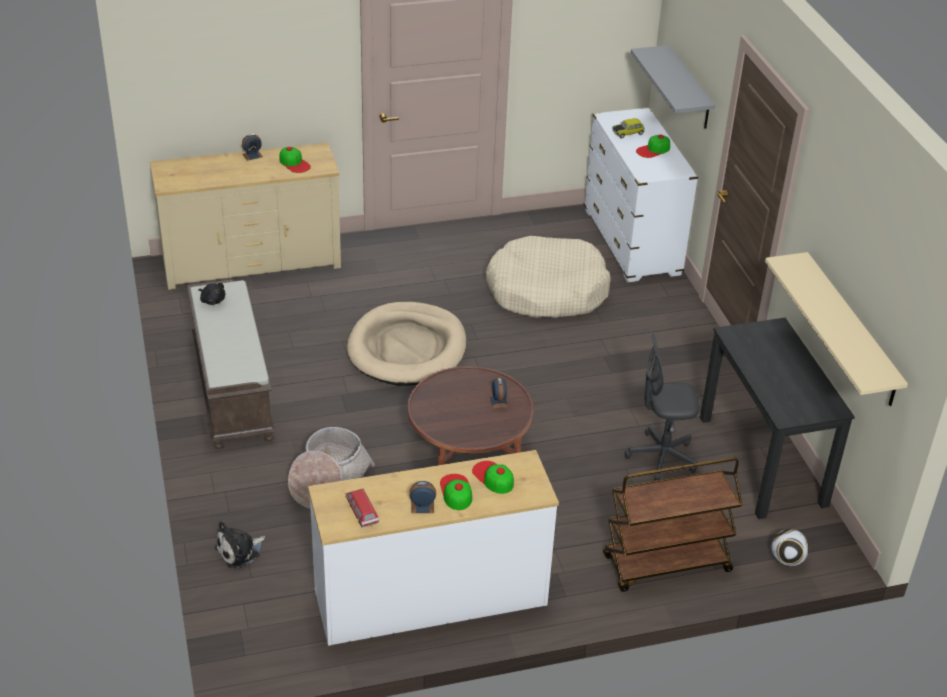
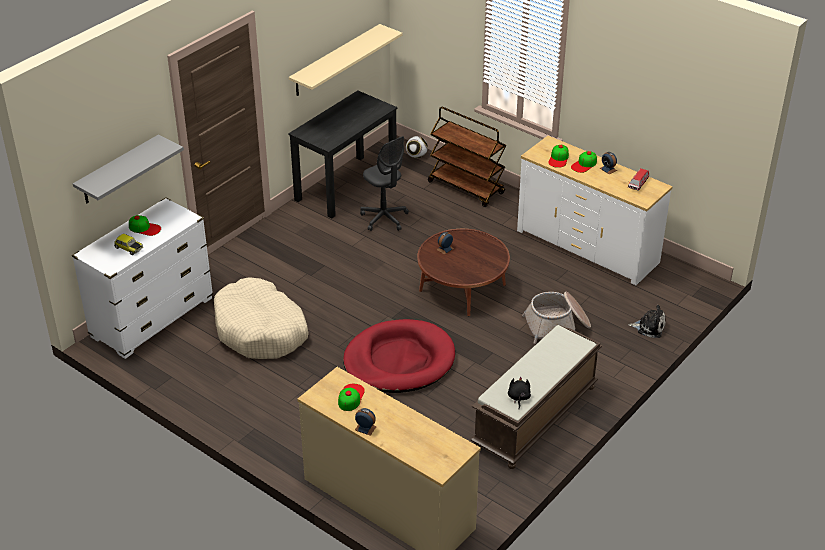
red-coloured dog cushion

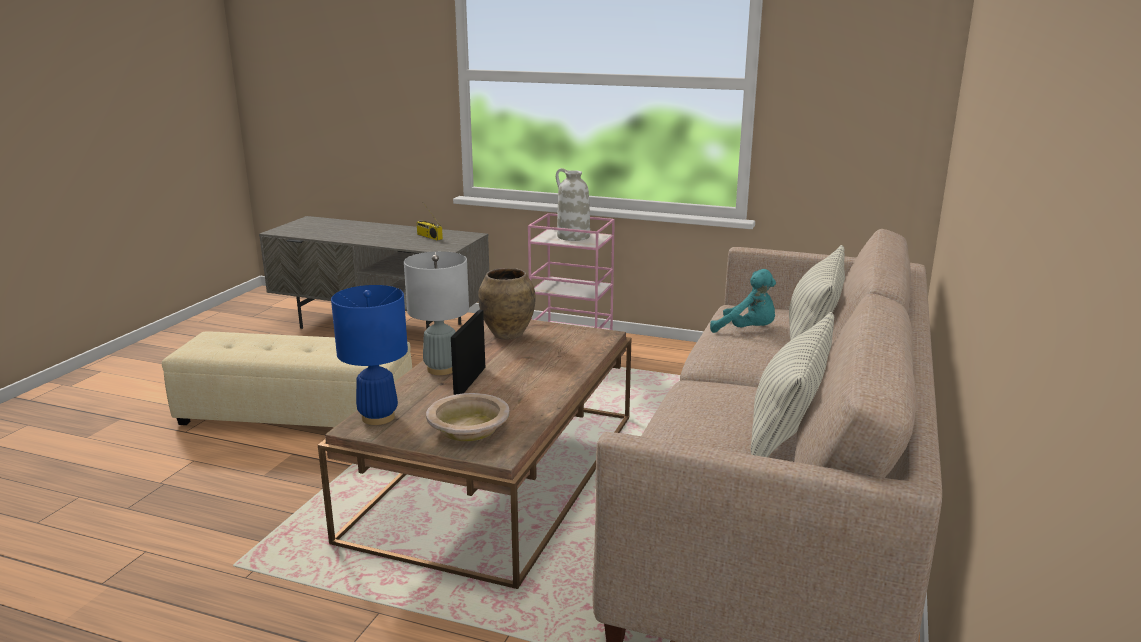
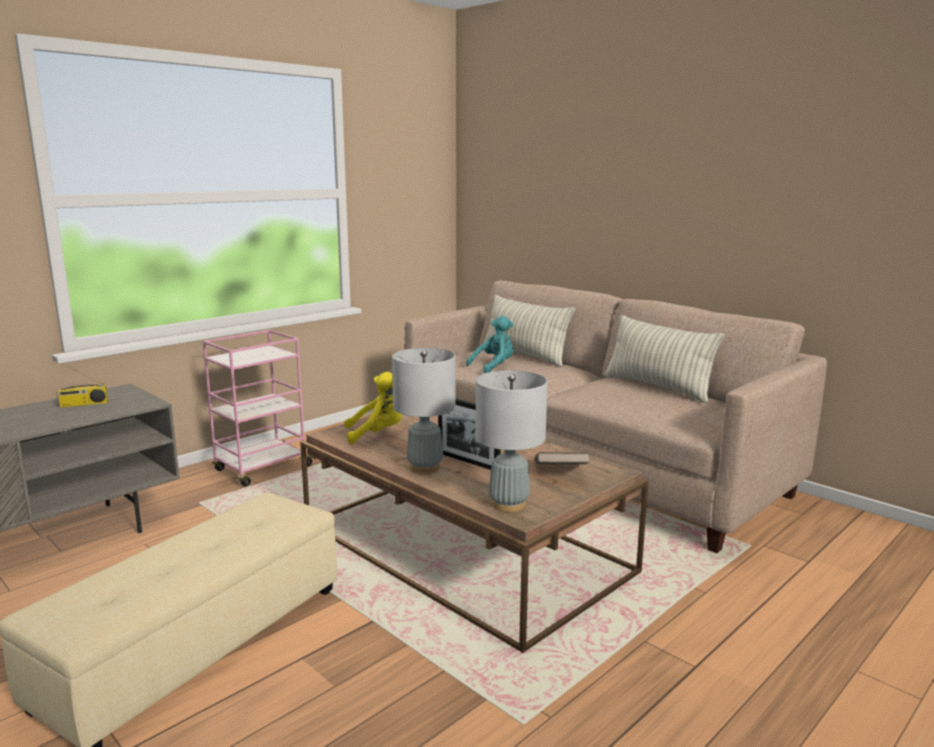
whitish decorative vase
yellow soft toy
greyish table lamp (2nd from left)
brown-coloured book

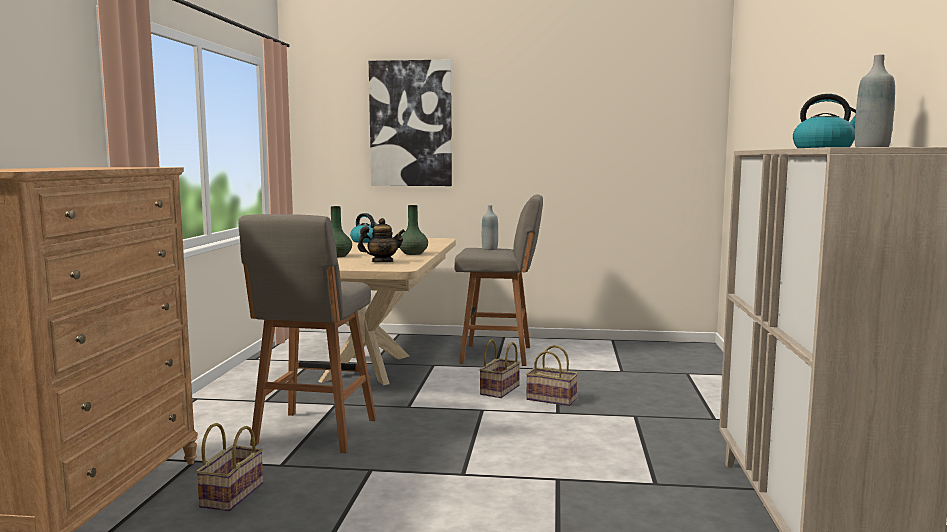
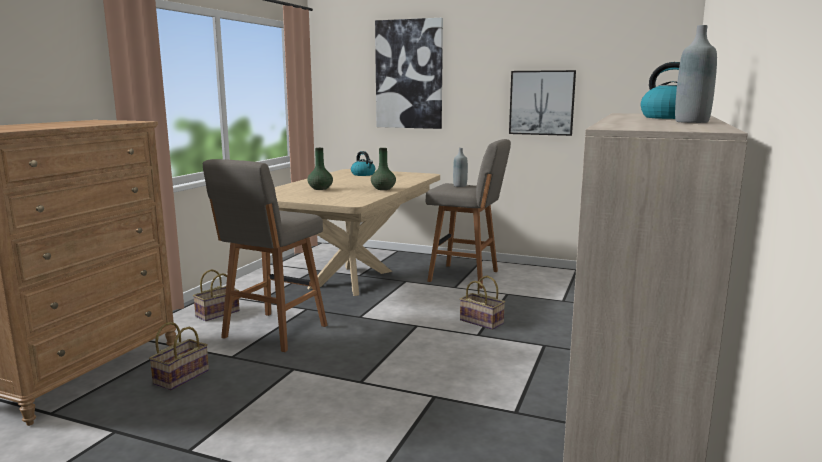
teapot
storage basket (2nd from left)
wall art (2nd from left)

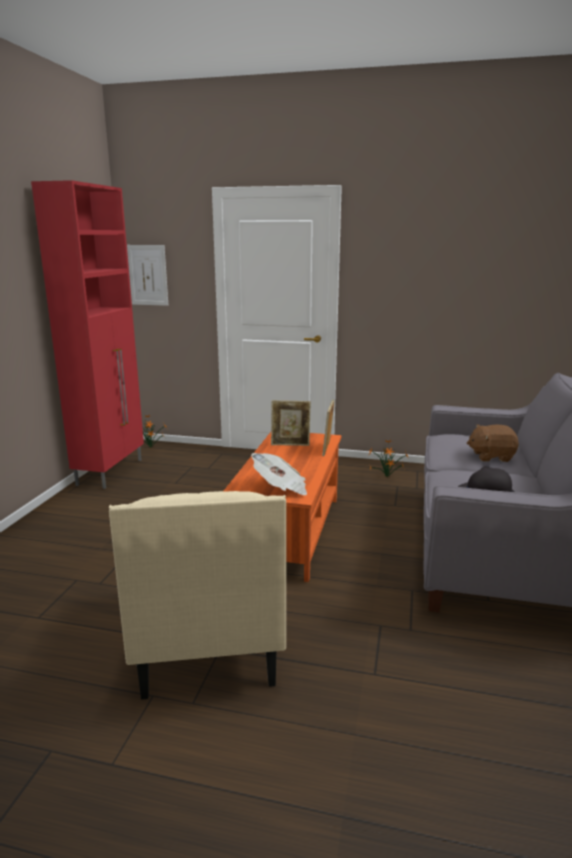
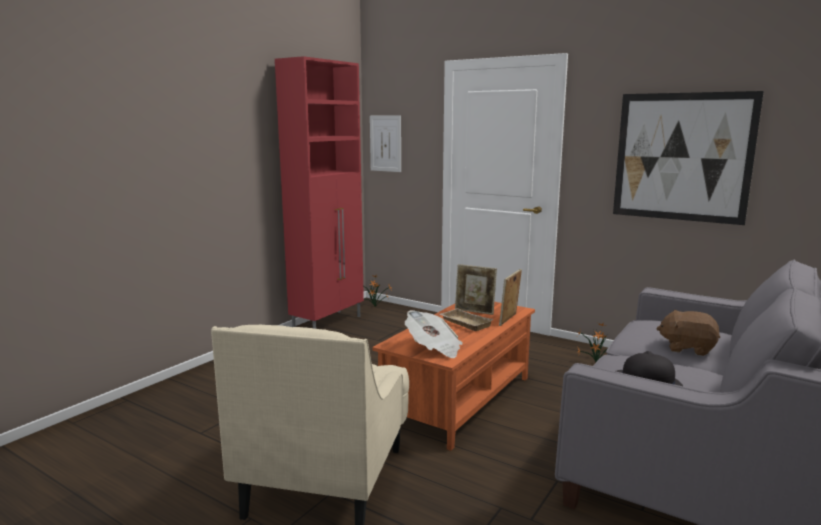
wall art (2nd from left)
beige carrying tray

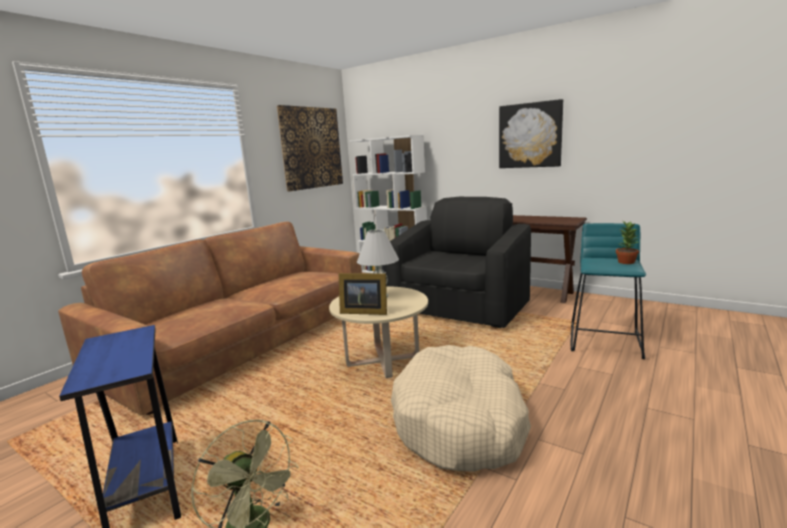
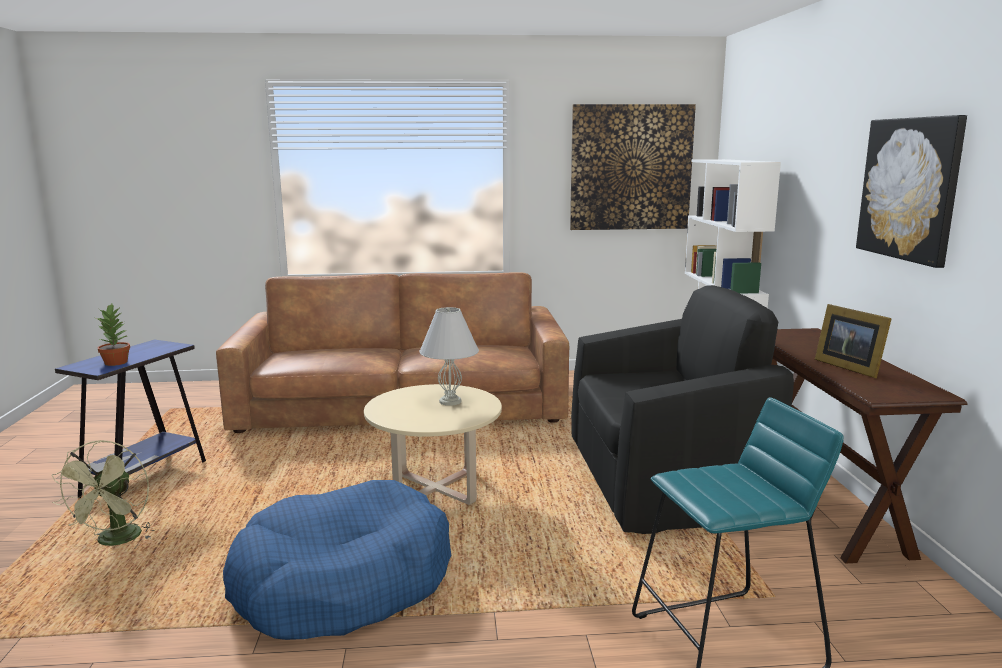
plant in a pot
standing frame
blue-coloured dog cushion

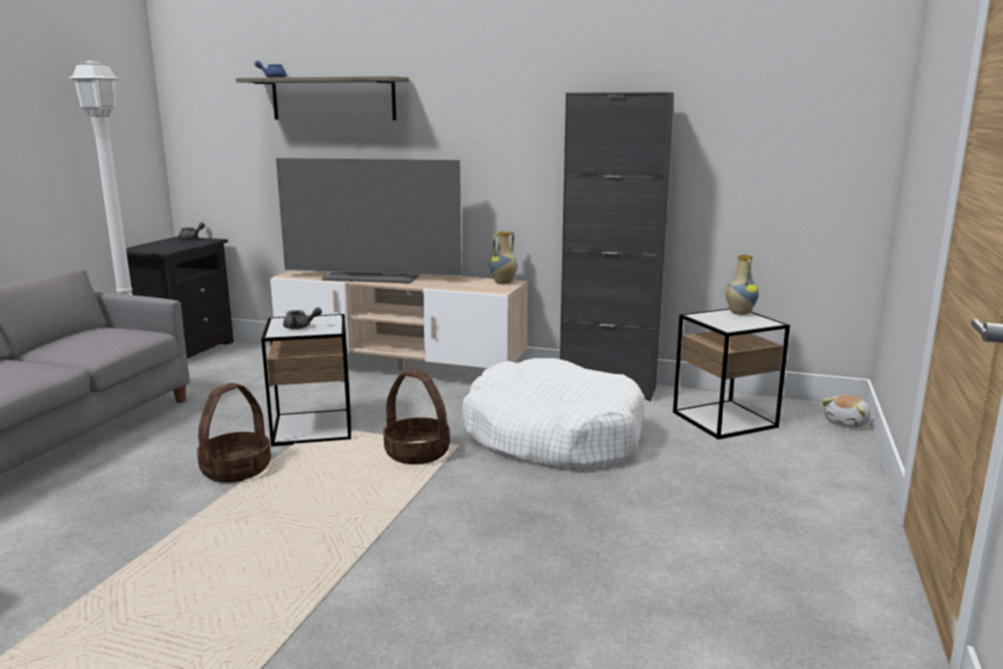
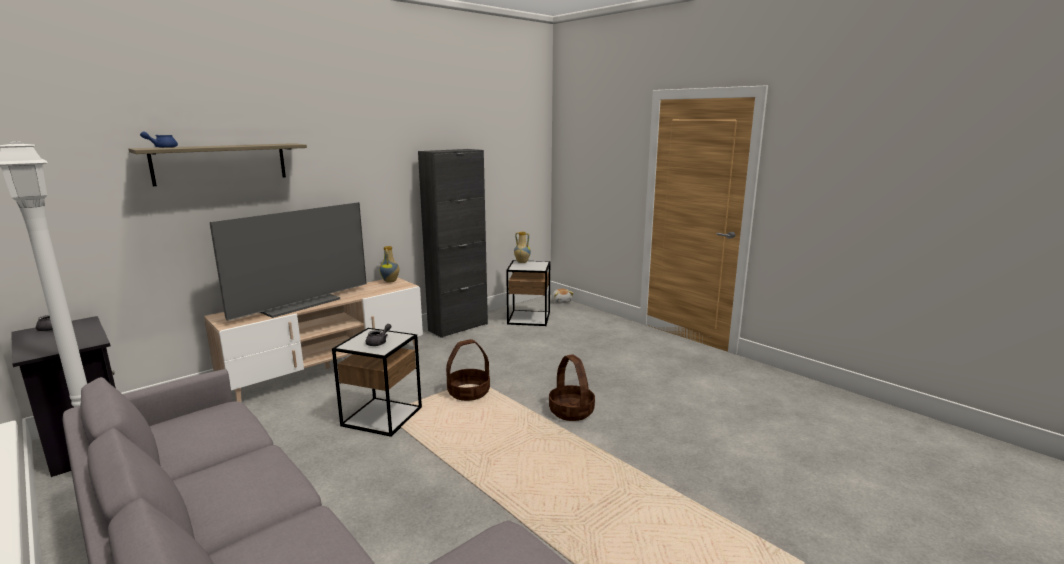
whitish dog cushion
storage basket (2nd from left)

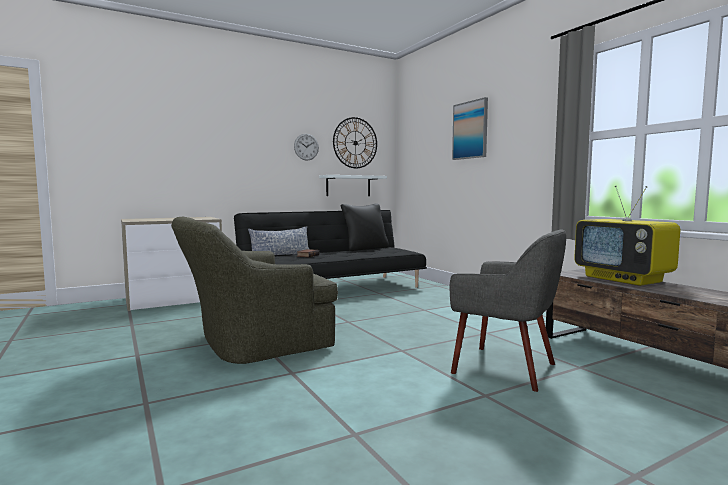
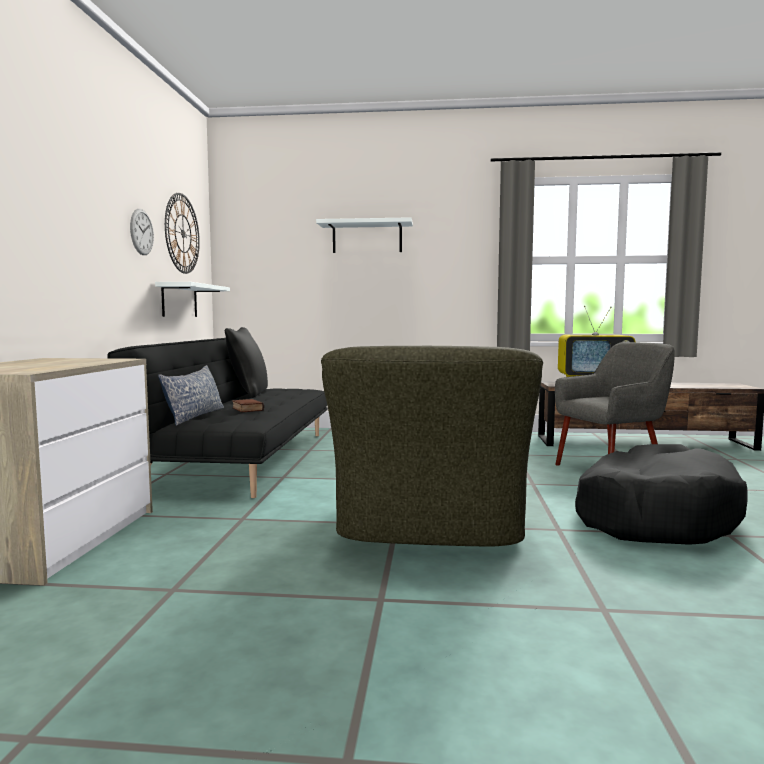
whitish shelf (2nd from left)
black dog cushion

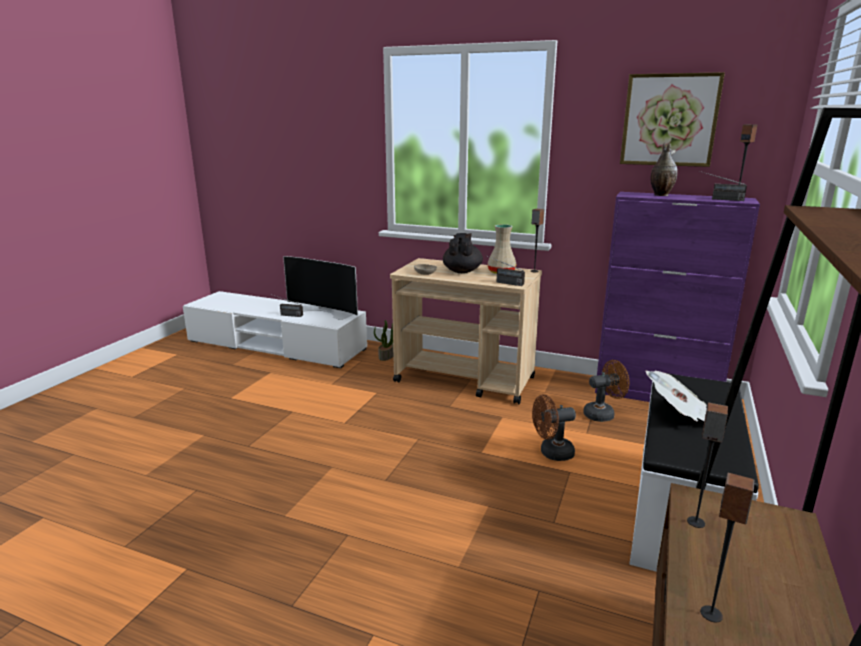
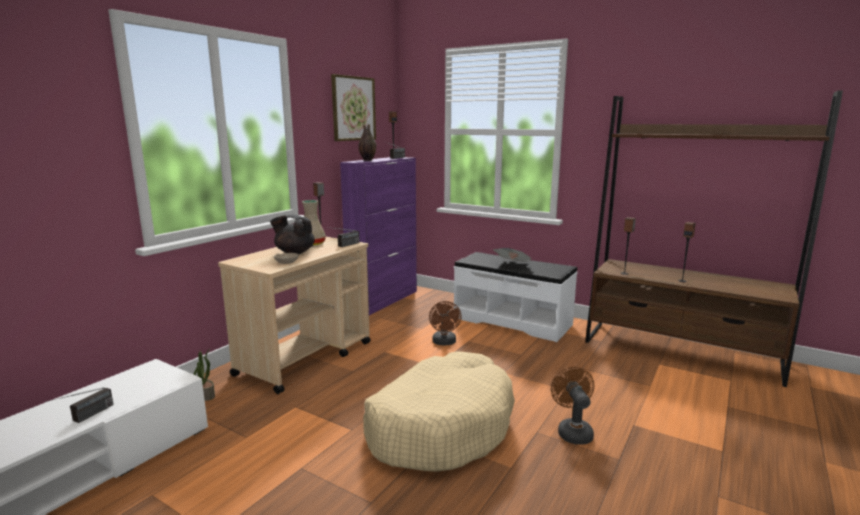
TV set
brown-coloured cooling fan (2nd from left)
beige dog cushion

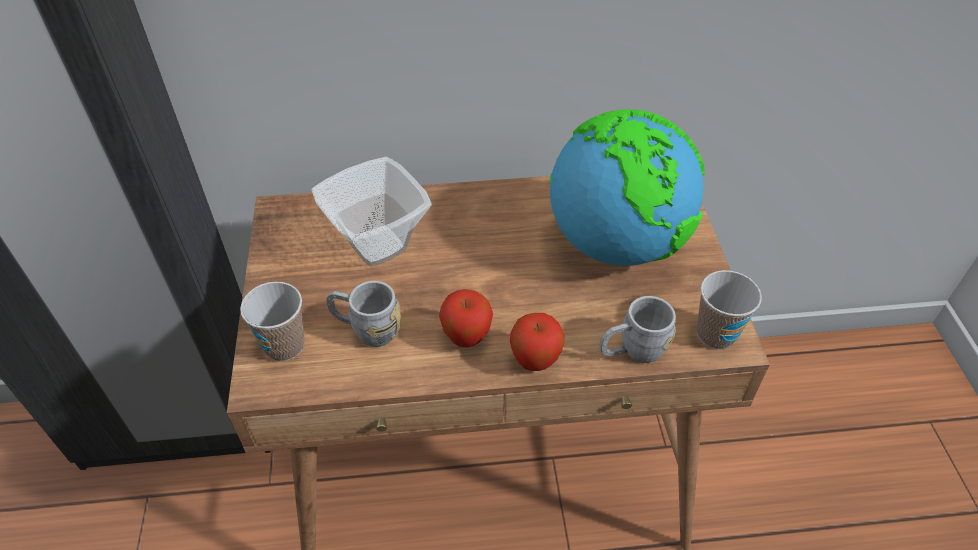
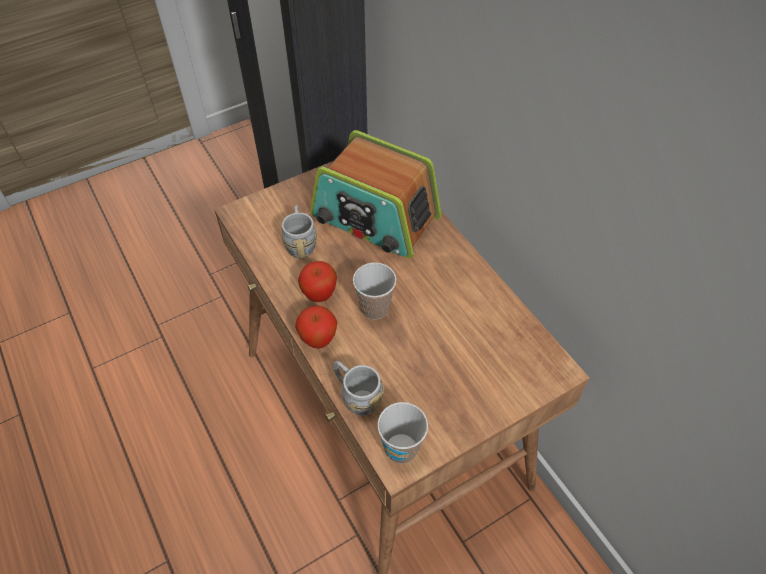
world globe
radio
cup (1st from left)

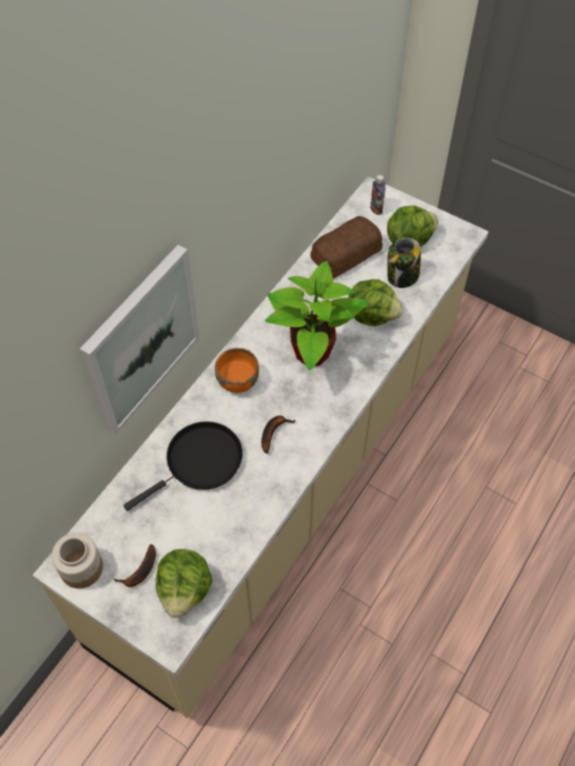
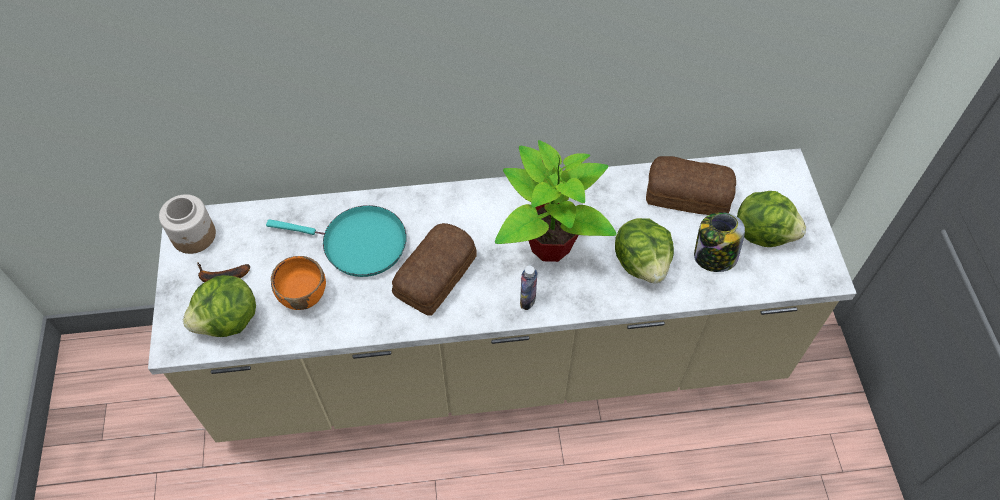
bottle
wall art
orange-coloured serving bowl
bakery bread (1st from left)
turquoise pan

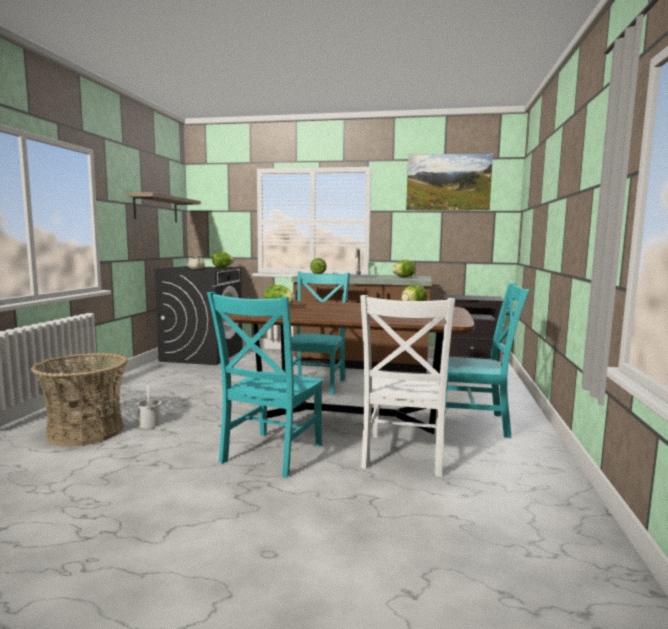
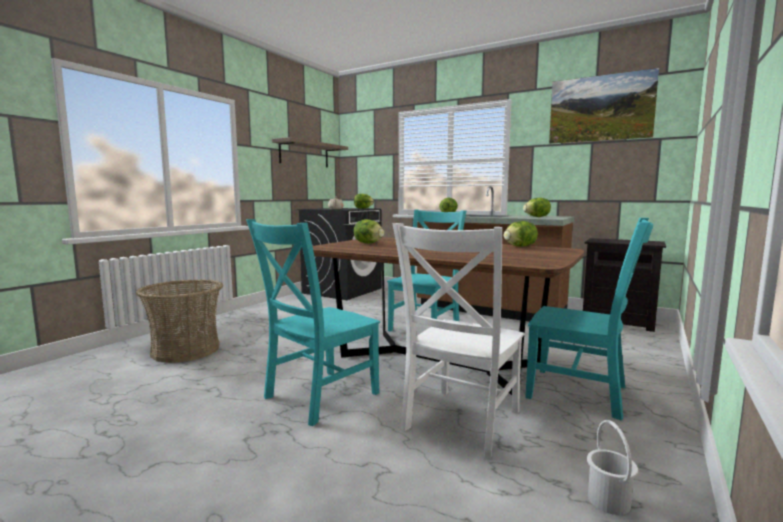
whitish bucket

